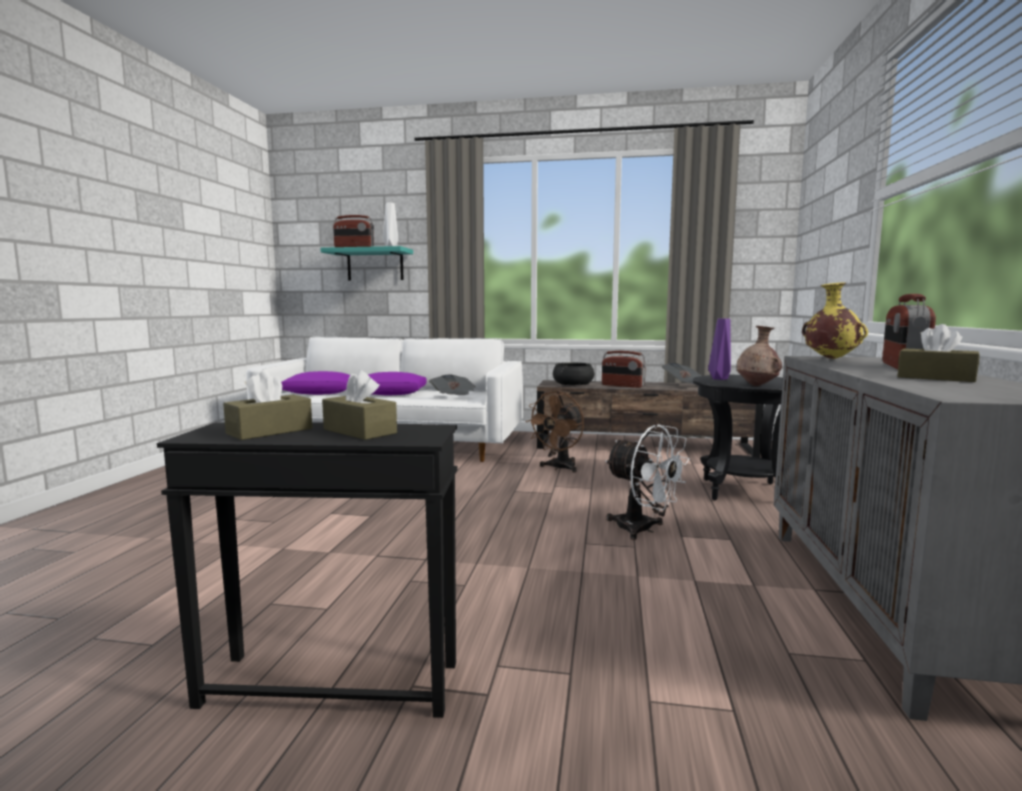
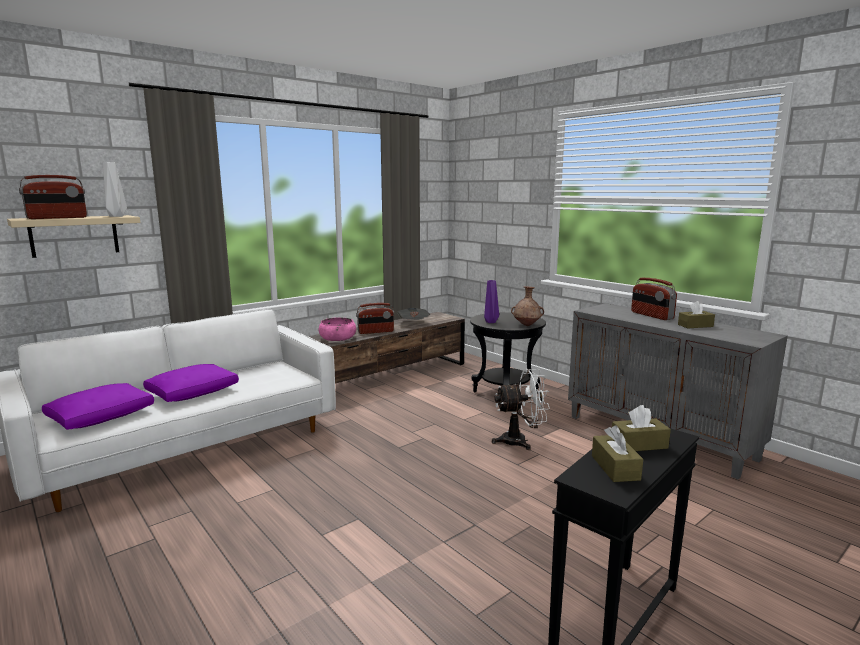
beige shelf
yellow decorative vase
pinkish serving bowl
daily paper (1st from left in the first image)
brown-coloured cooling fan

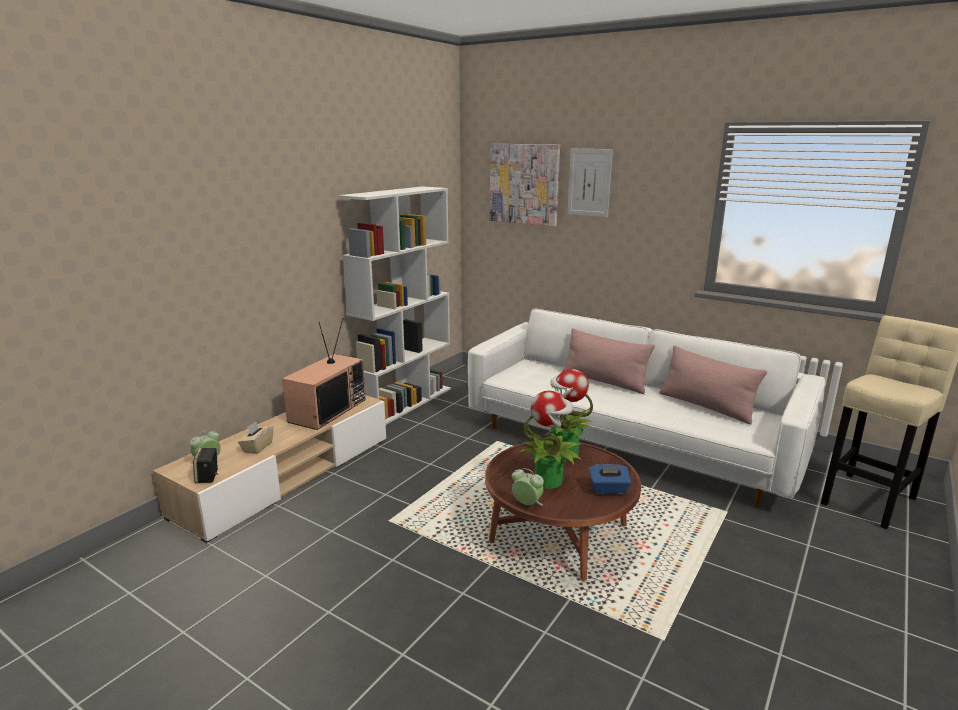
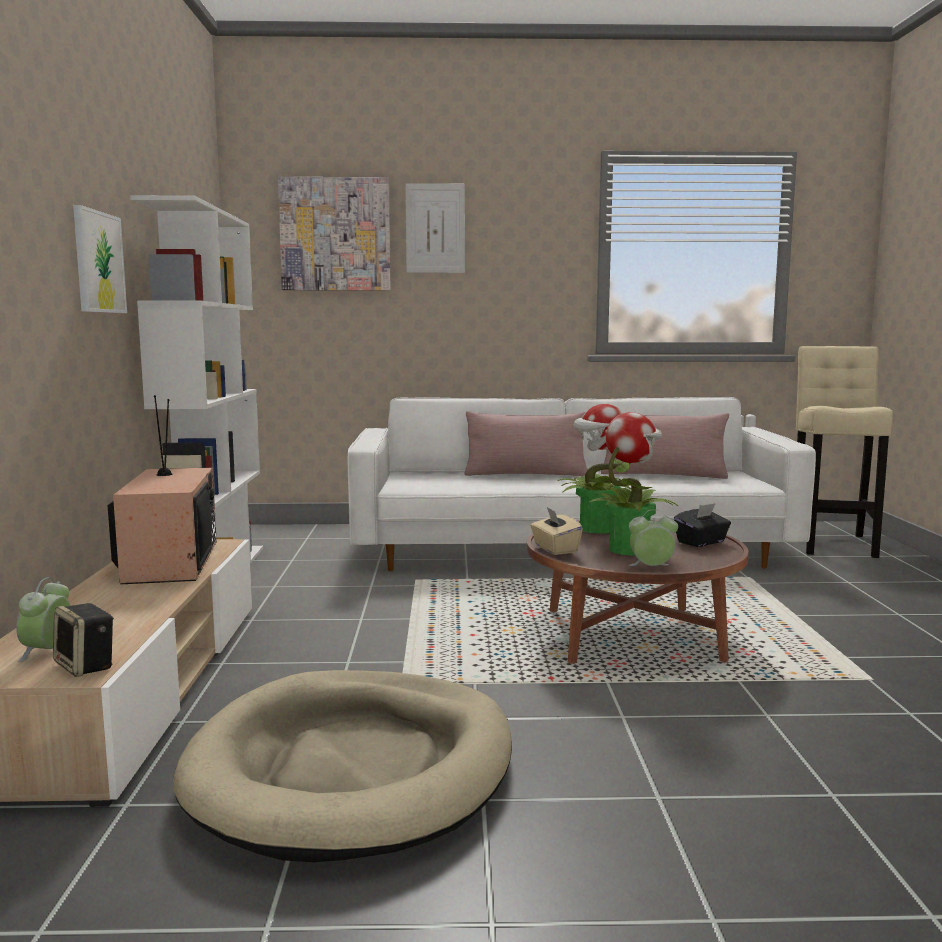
beige box of tissues
black box of tissues
wall art (1st from left)
beige dog cushion

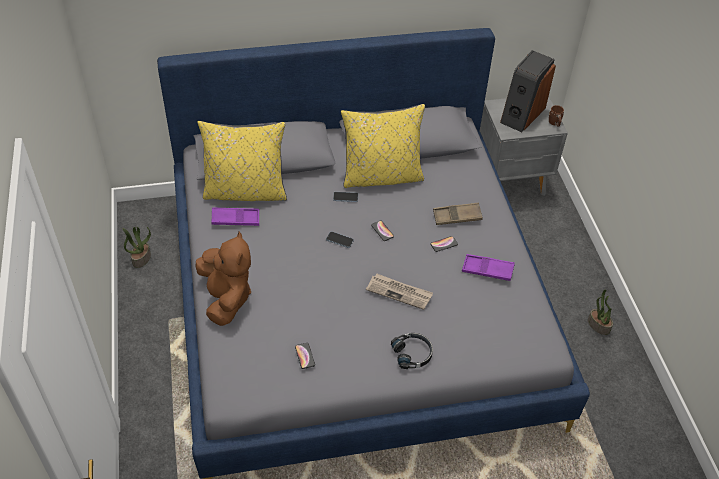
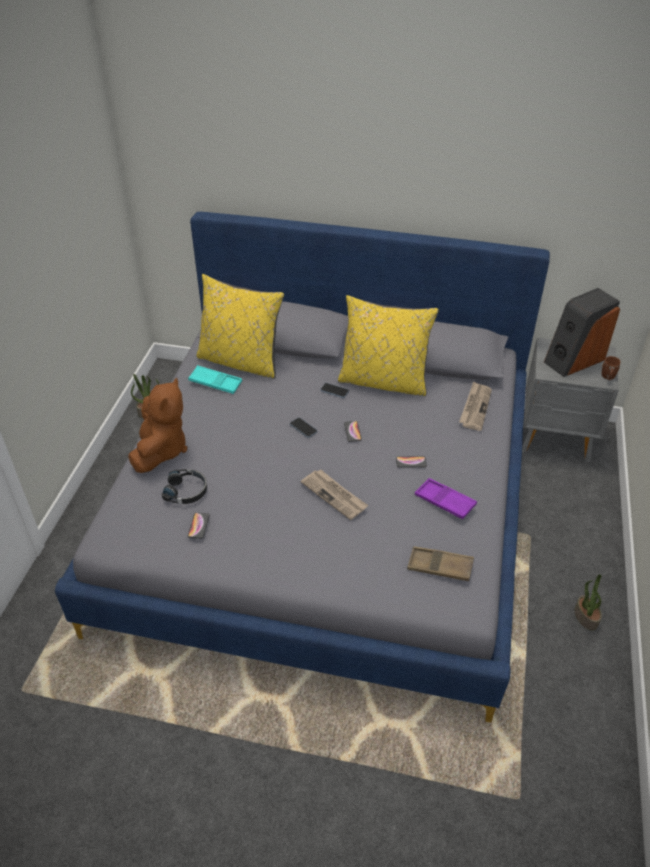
brown-coloured carrying tray
turquoise carrying tray
black headphones
daily paper (2nd from left)

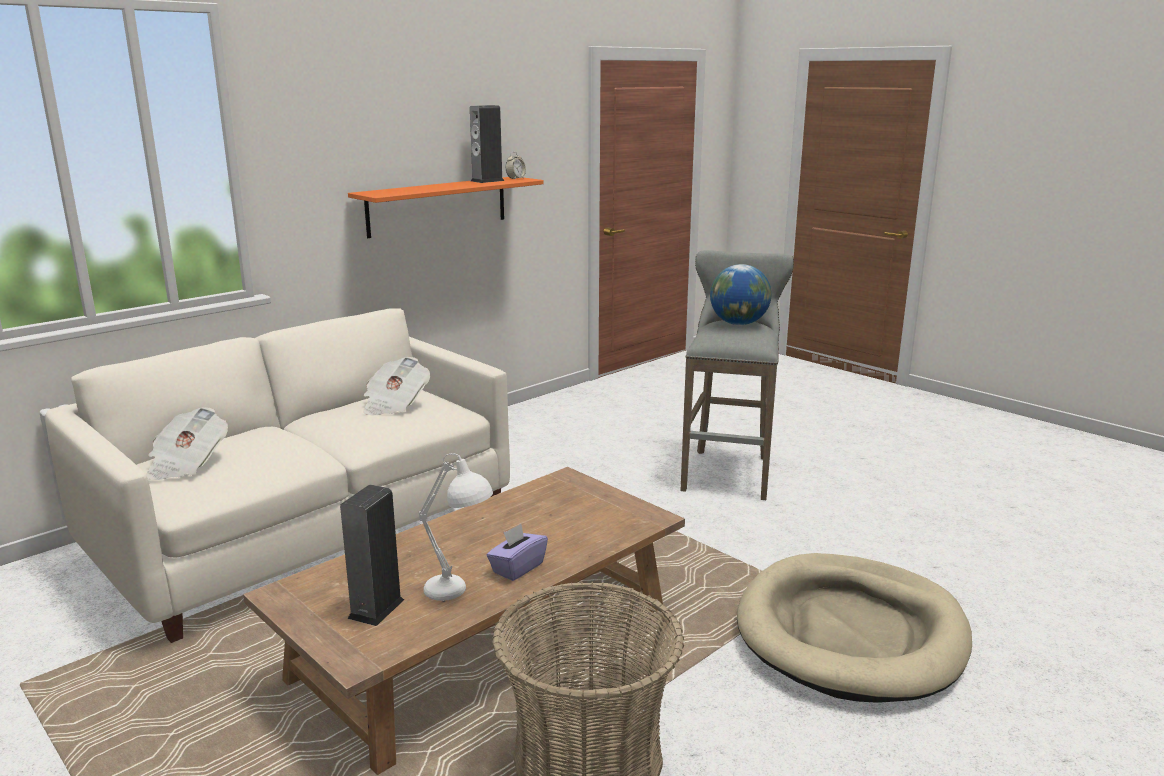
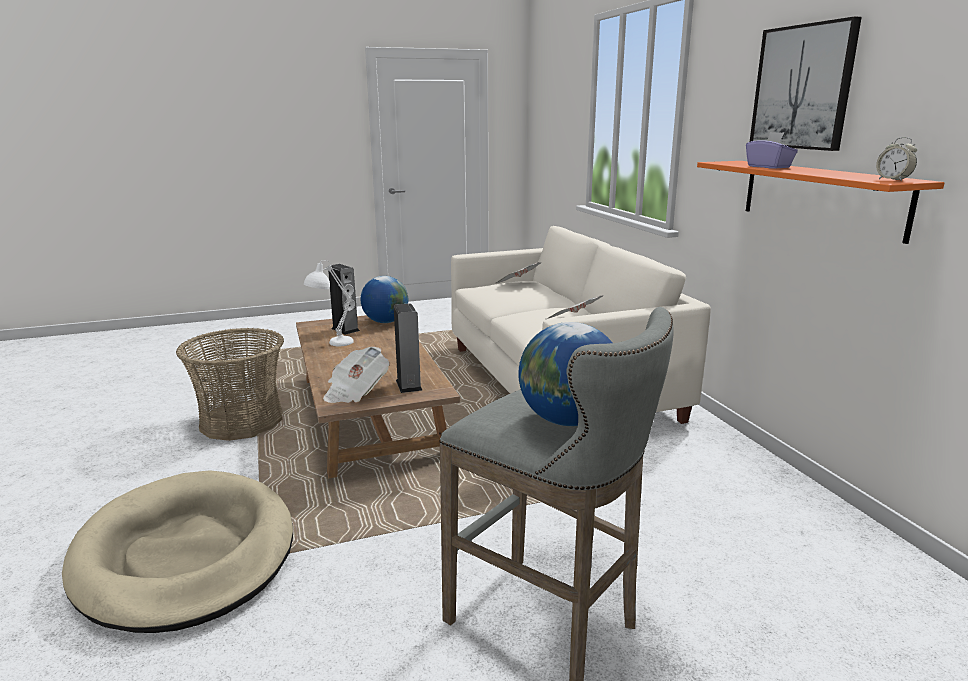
audio speaker (2nd from left)
purplish box of tissues
wall art
world globe (1st from left)
daily paper (1st from left)

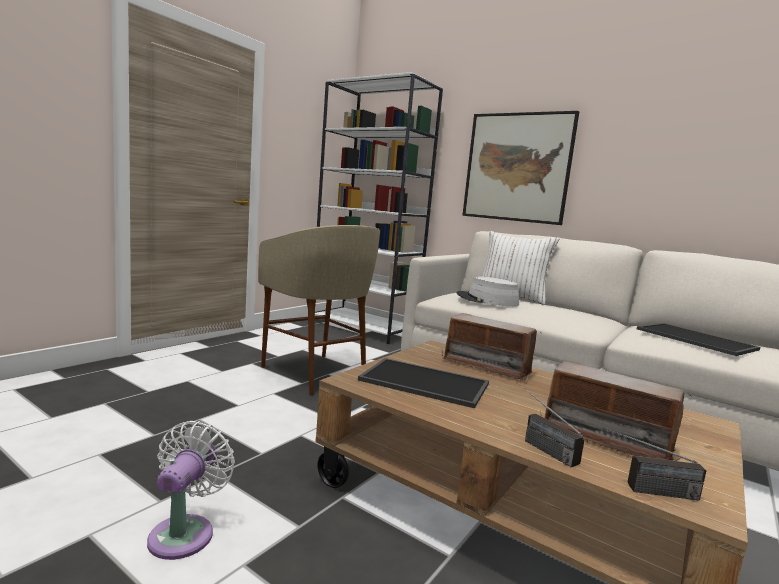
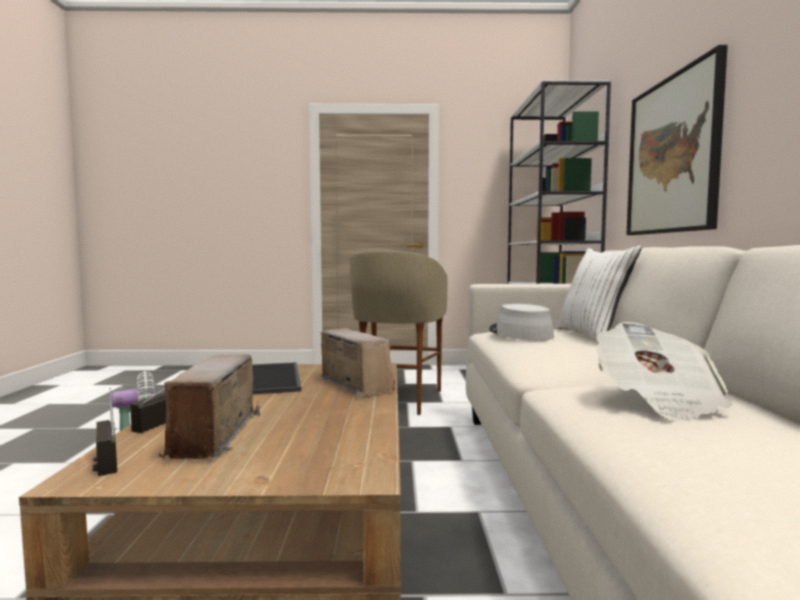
radio (4th from left)
daily paper

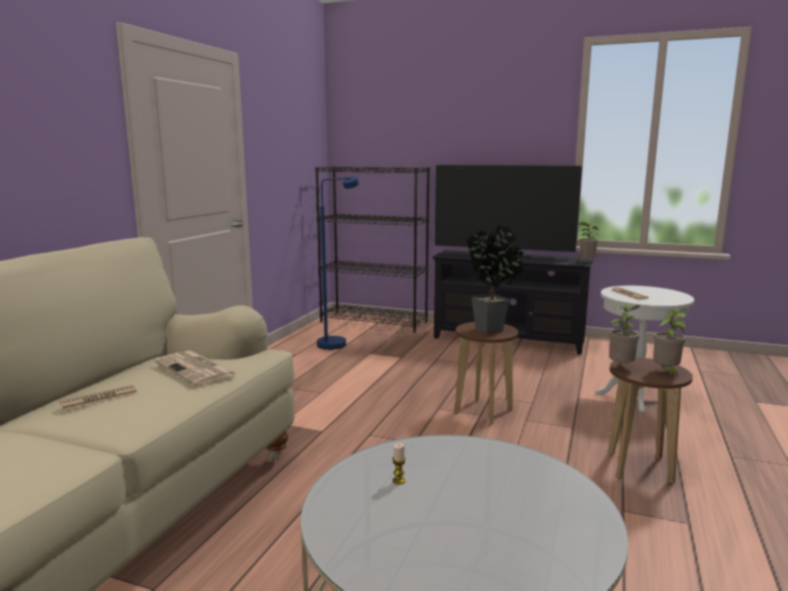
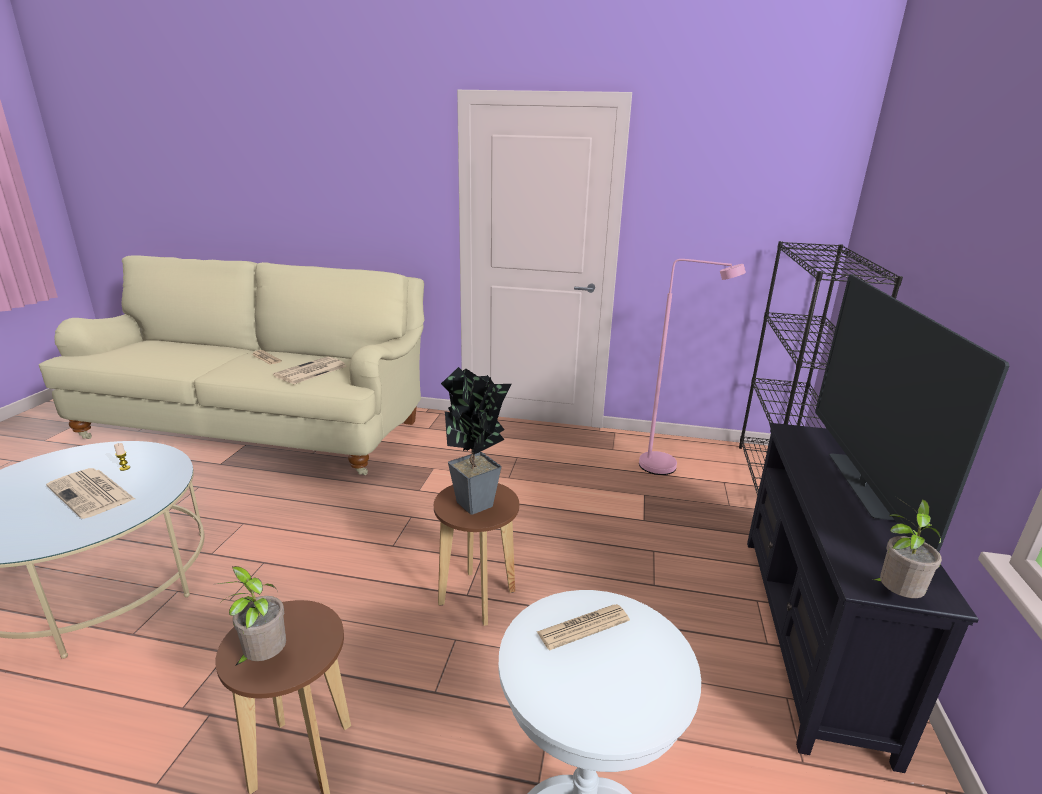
pinkish standard lamp
plant in a pot (3rd from left in the first image)
daily paper (1st from left)

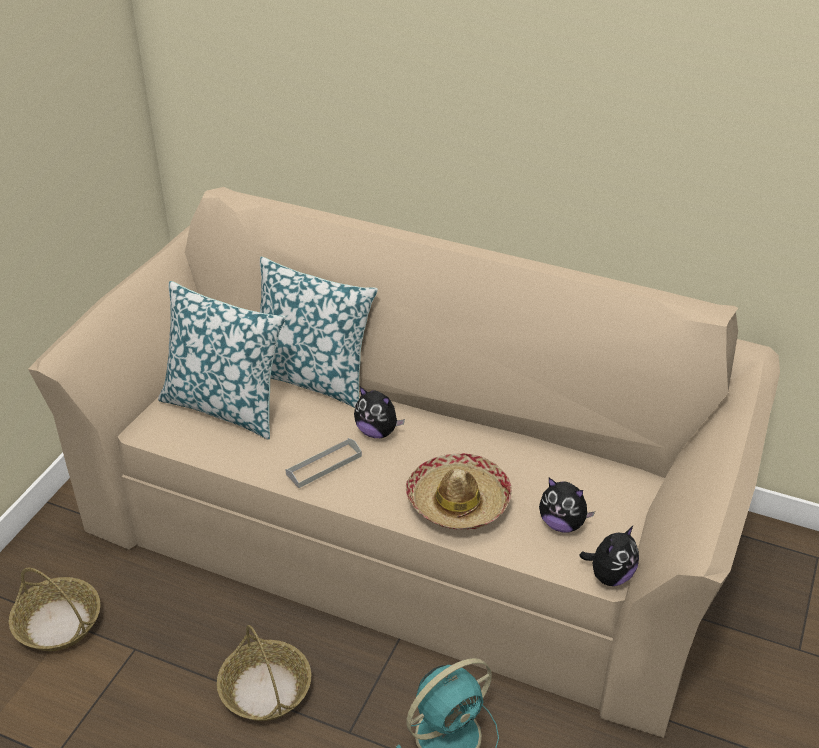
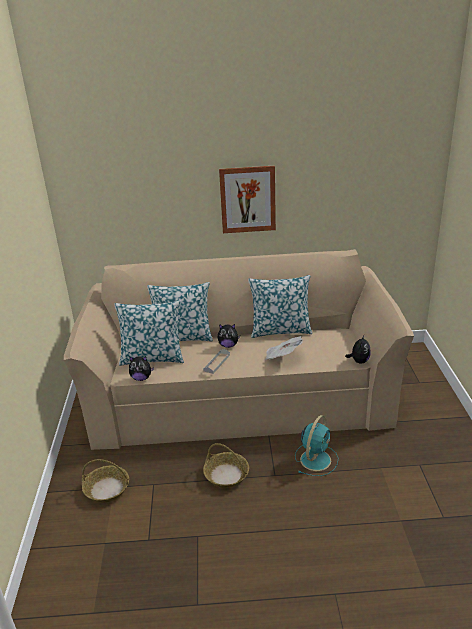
daily paper
soft toy (1st from left)
wall art
pillow (3rd from left)

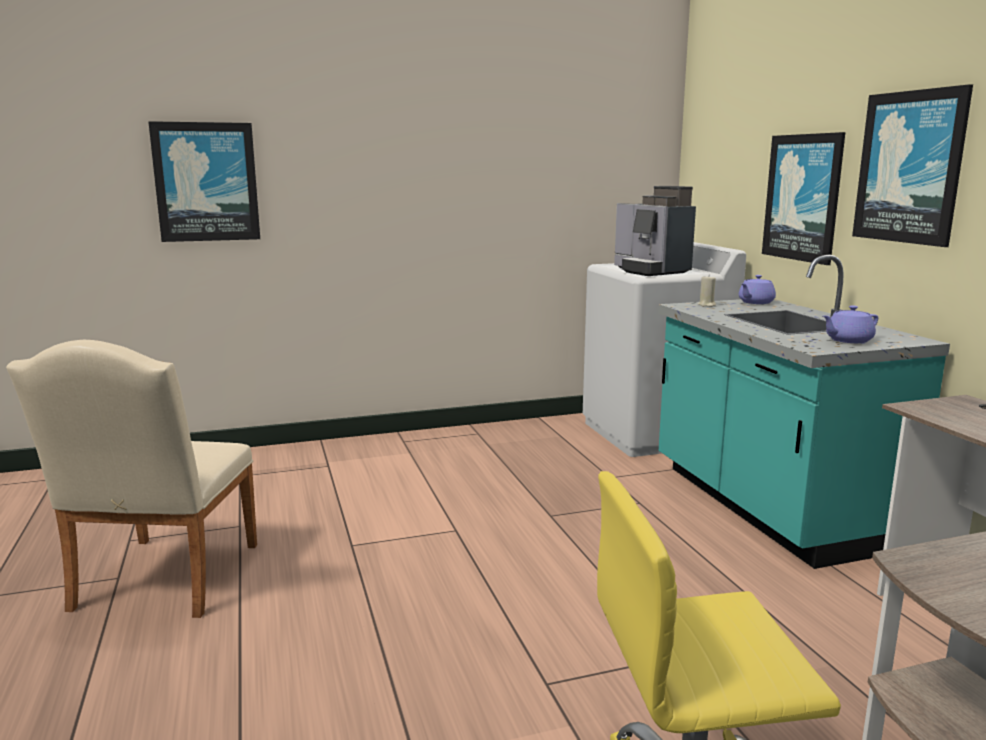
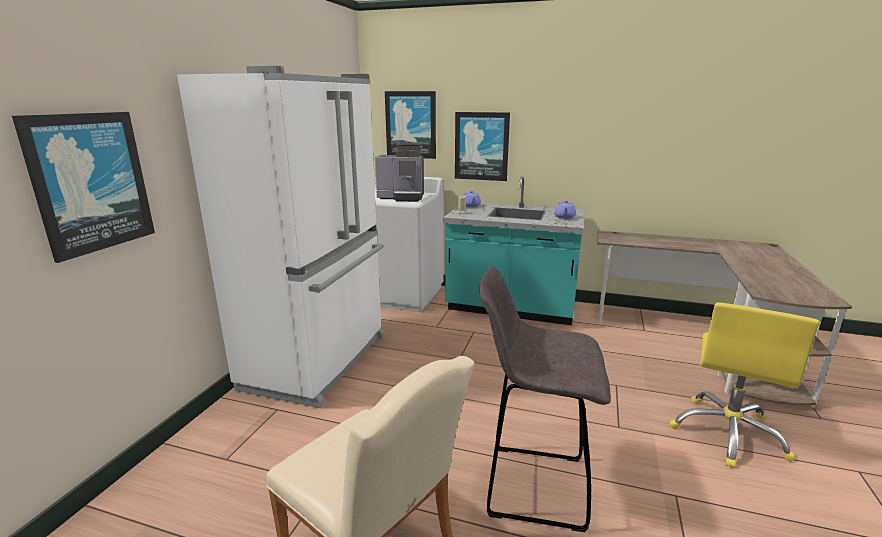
wall art (2nd from left)
whitish refrigerator
greyish sitting stool

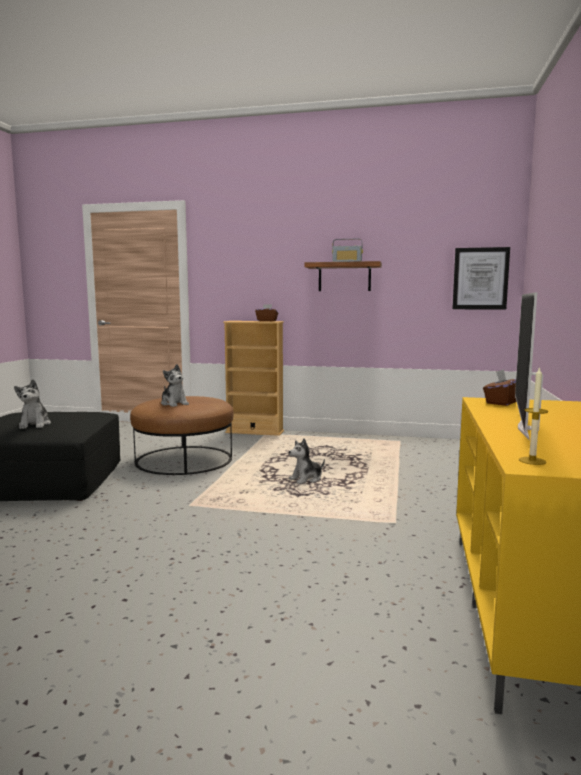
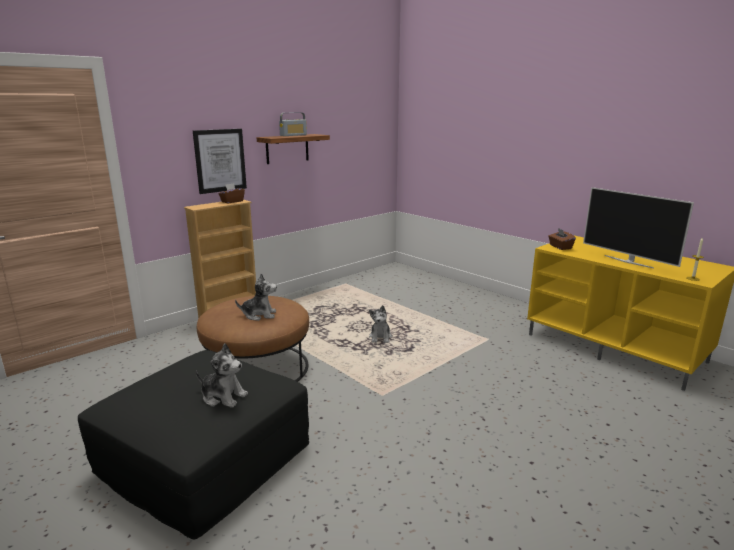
wall art

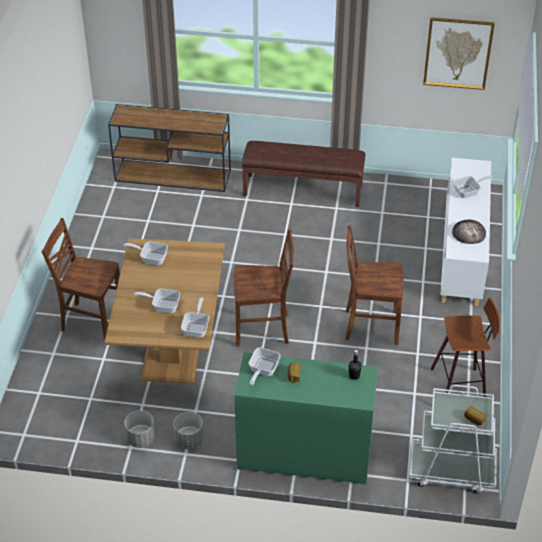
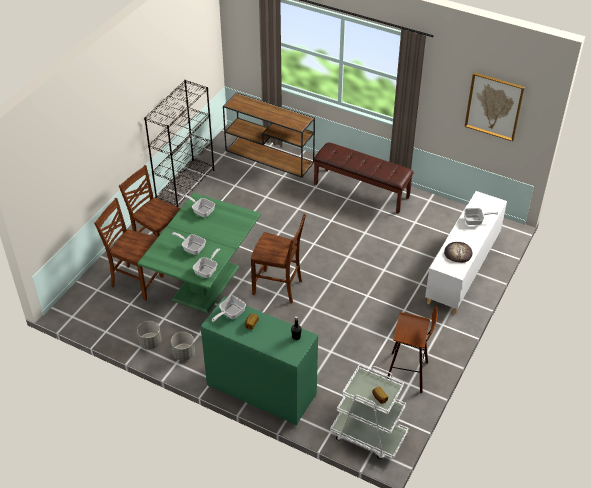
brown-coloured plain chair (1st from left)
greenish kitchen table
black bookcase

